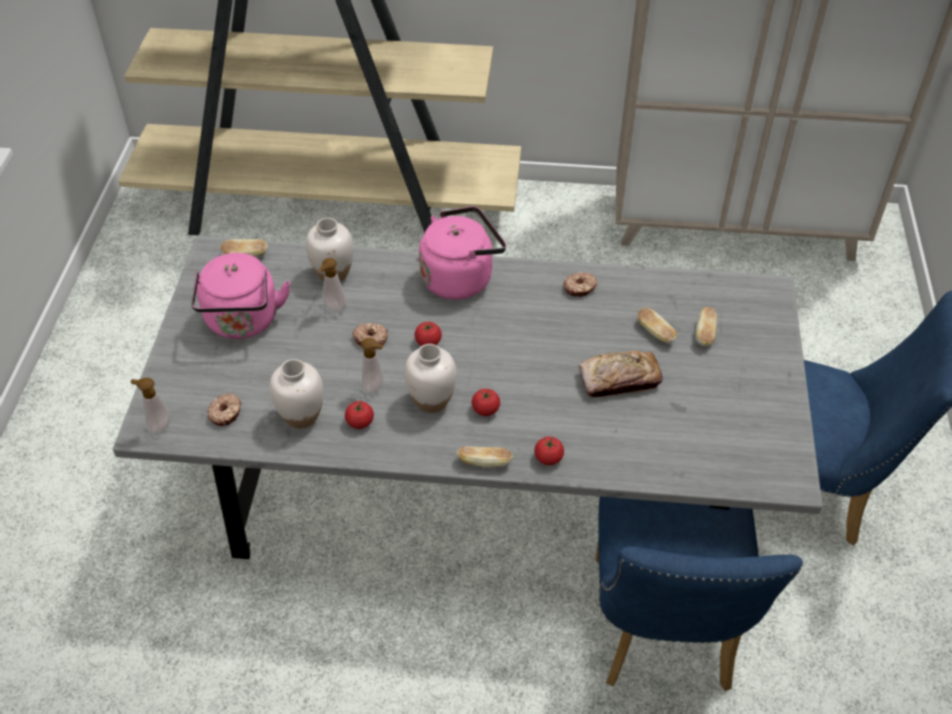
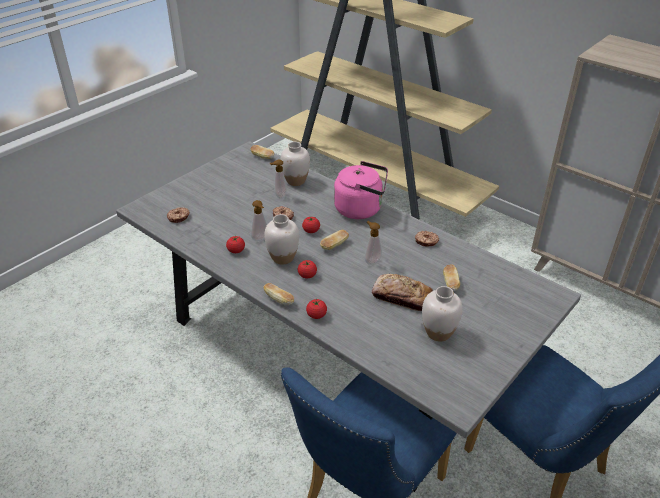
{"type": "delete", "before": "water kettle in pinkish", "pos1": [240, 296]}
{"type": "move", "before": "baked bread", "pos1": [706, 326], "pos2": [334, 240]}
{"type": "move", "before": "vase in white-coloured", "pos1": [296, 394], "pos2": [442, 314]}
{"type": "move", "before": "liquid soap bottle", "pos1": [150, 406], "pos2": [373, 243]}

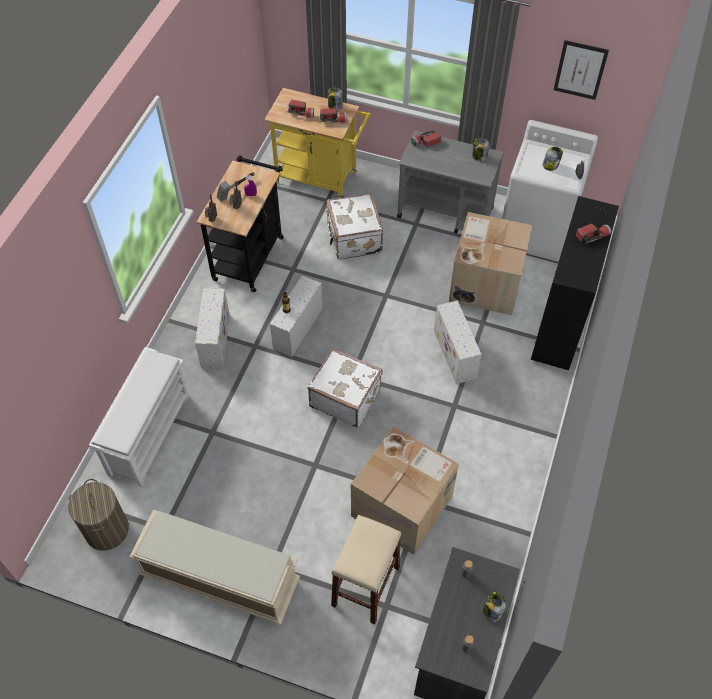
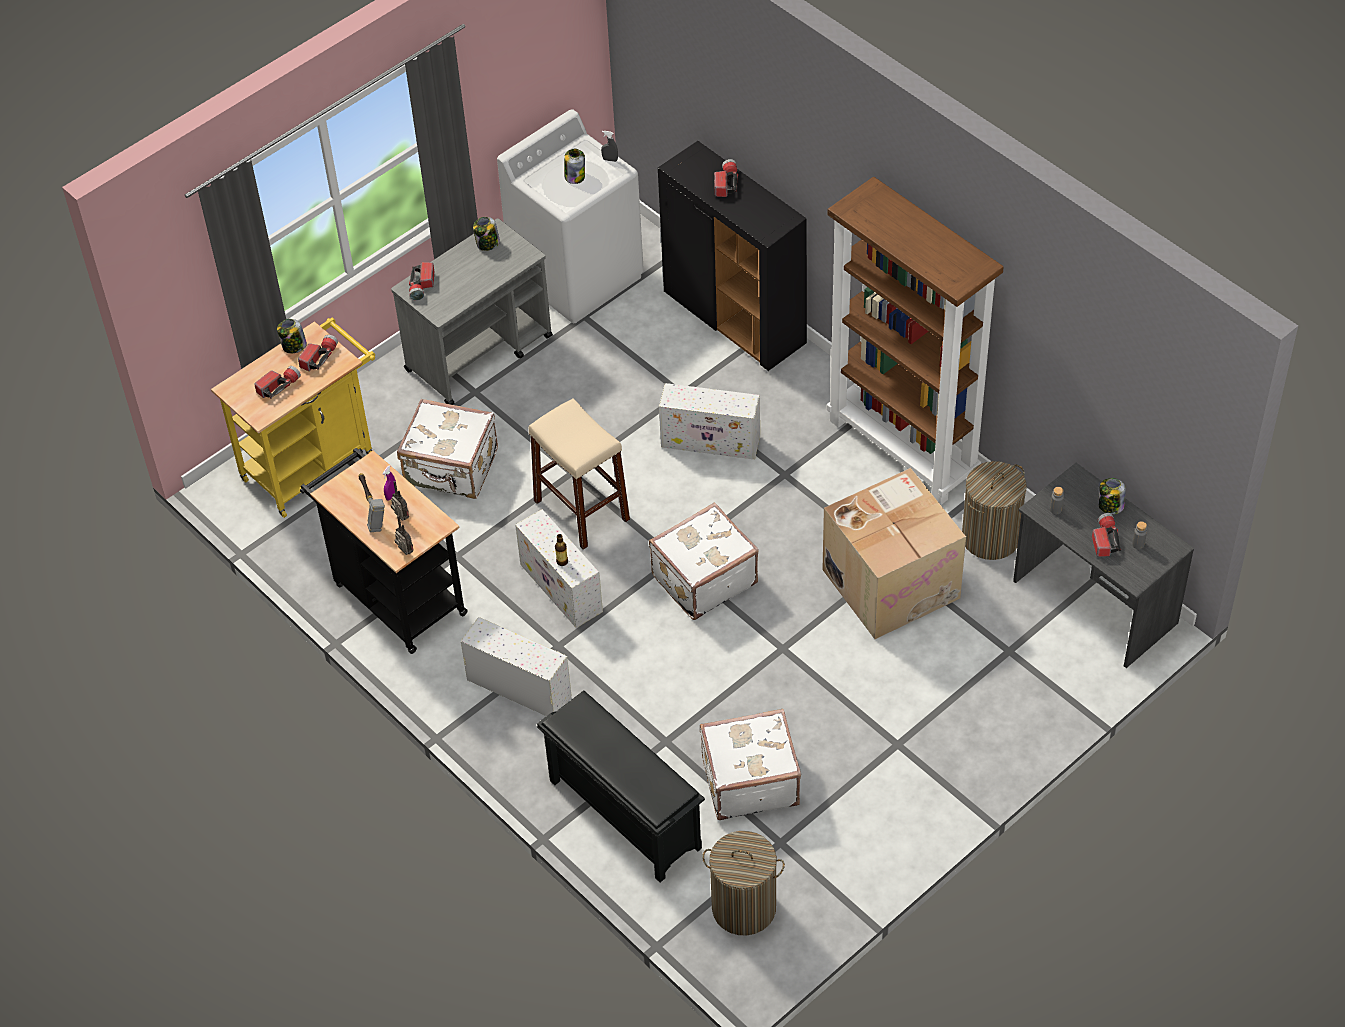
{"type": "delete", "before": "picture", "pos1": [581, 70]}
{"type": "delete", "before": "carton", "pos1": [491, 263]}
{"type": "recolor", "before": "shoe stand in white-coloured", "after": "shoe stand in blackish", "pos1": [139, 417], "pos2": [621, 786]}
{"type": "delete", "before": "long seat in beige-coloured", "pos1": [214, 567]}
{"type": "move", "before": "sitting stool in beige-coloured", "pos1": [366, 569], "pos2": [579, 474]}
{"type": "insert", "after": "bookcase in brownish", "pos2": [915, 341]}
{"type": "insert", "after": "hamper", "pos2": [994, 510]}
{"type": "insert", "after": "torch", "pos2": [1106, 535]}
{"type": "insert", "after": "piece of luggage in white-coloured", "pos2": [750, 764]}

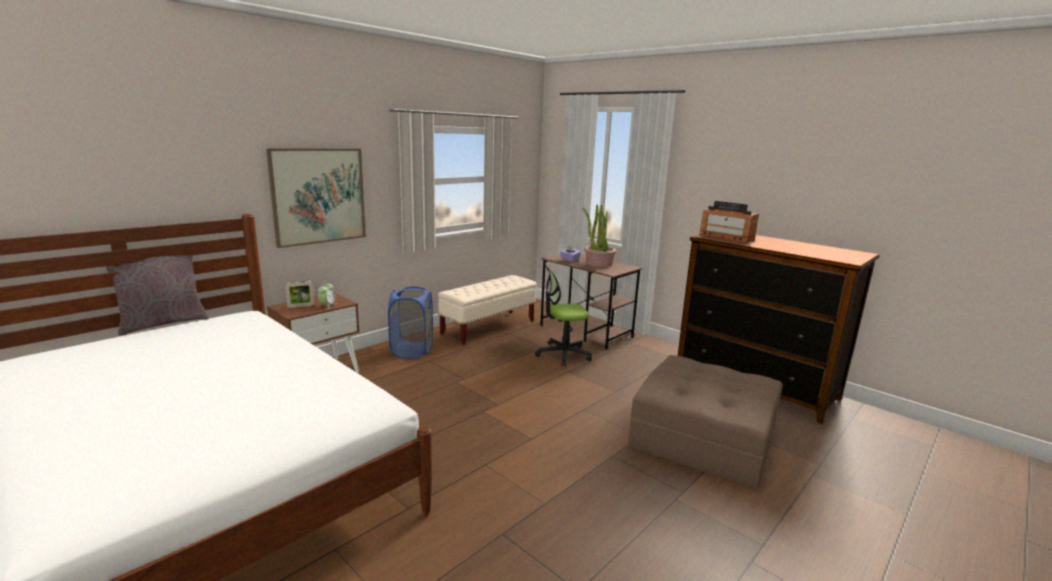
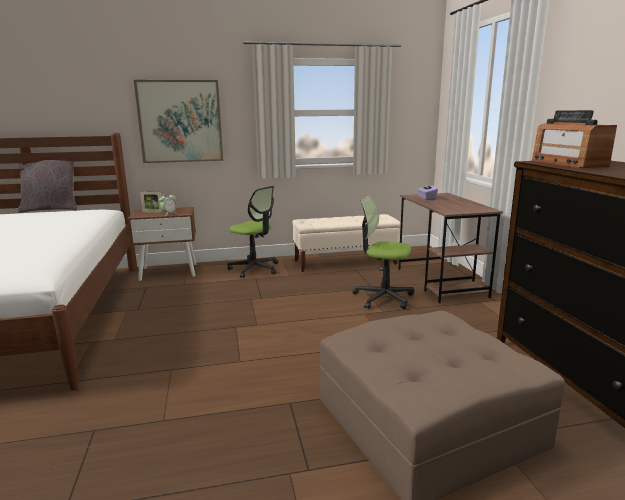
{"type": "delete", "before": "plant in a pot", "pos1": [599, 235]}
{"type": "replace", "before": "hamper in bluish", "after": "office chair", "pos1": [410, 323], "pos2": [252, 232]}

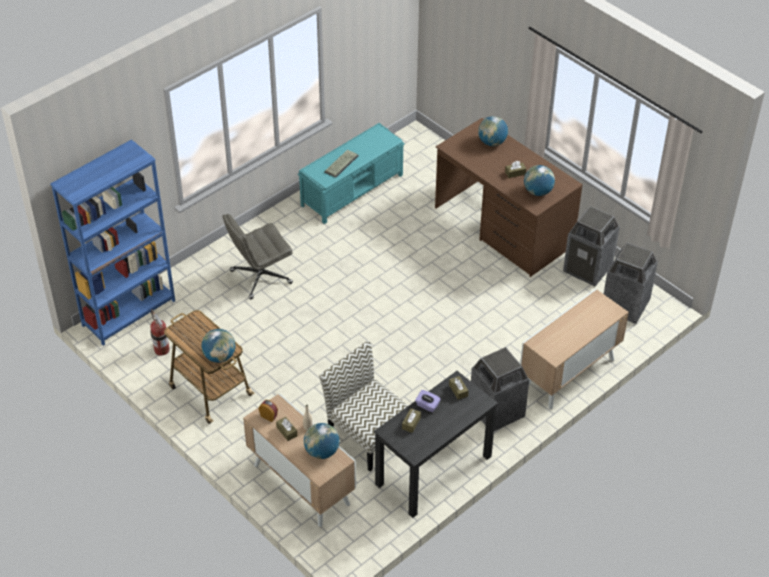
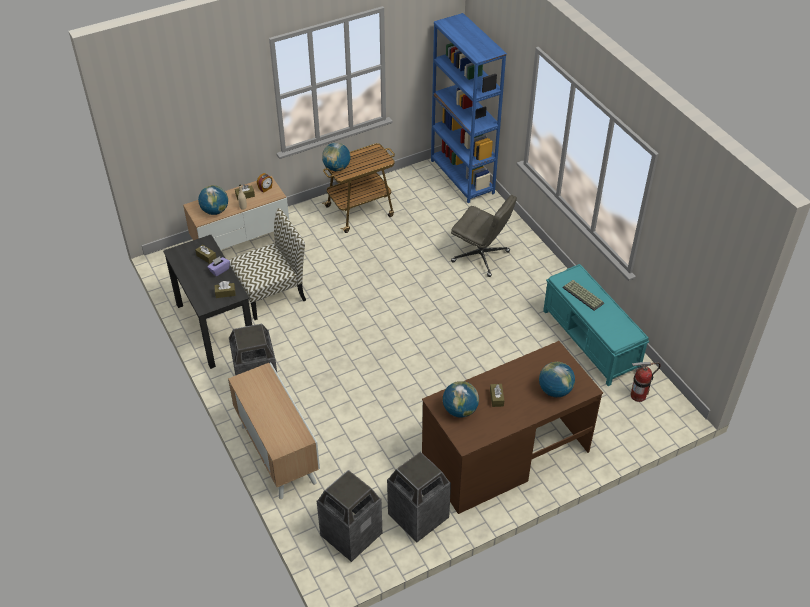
{"type": "rotate", "before": "office chair in gray", "pos1": [257, 256], "pos2": [484, 236], "turn": 135}
{"type": "move", "before": "fire extinguisher", "pos1": [160, 332], "pos2": [646, 382]}

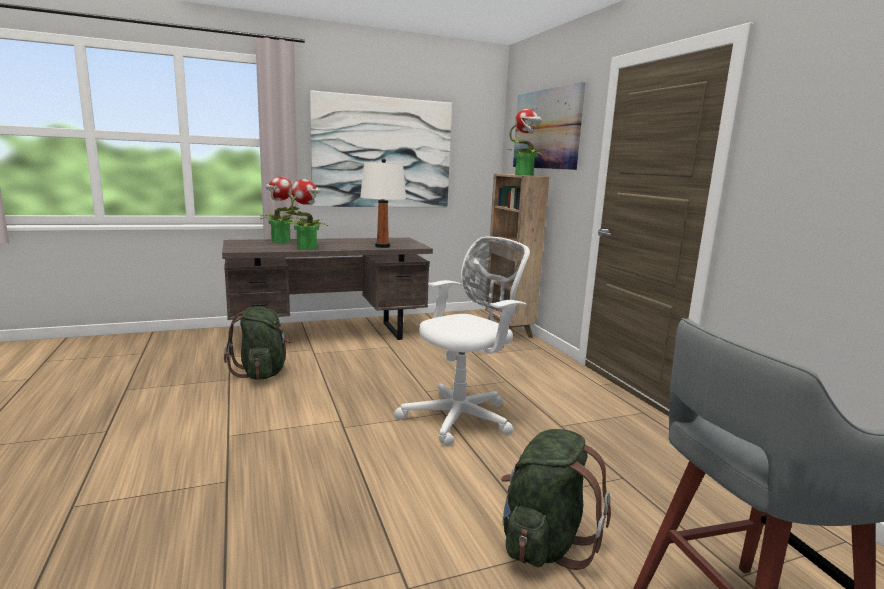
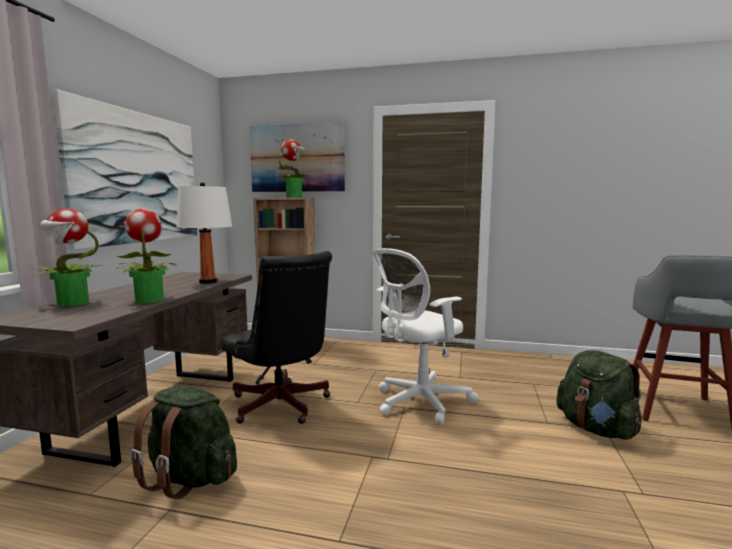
{"type": "rotate", "before": "office chair in white-coloured", "pos1": [462, 341], "pos2": [426, 336], "turn": -120}
{"type": "insert", "after": "office chair in blackish", "pos2": [276, 337]}

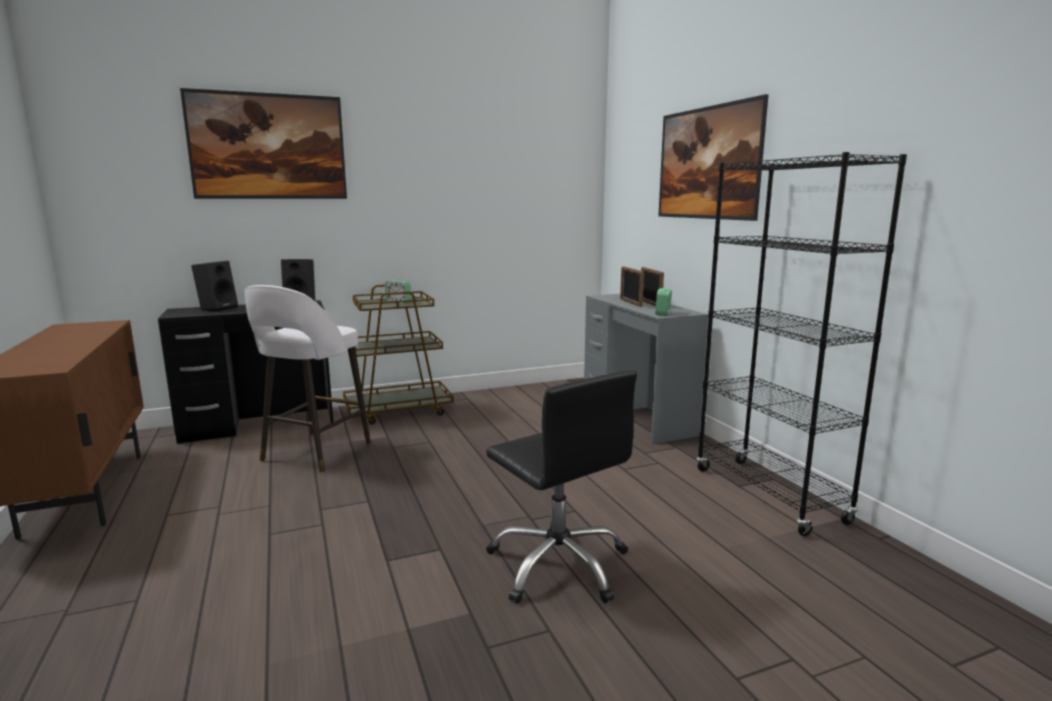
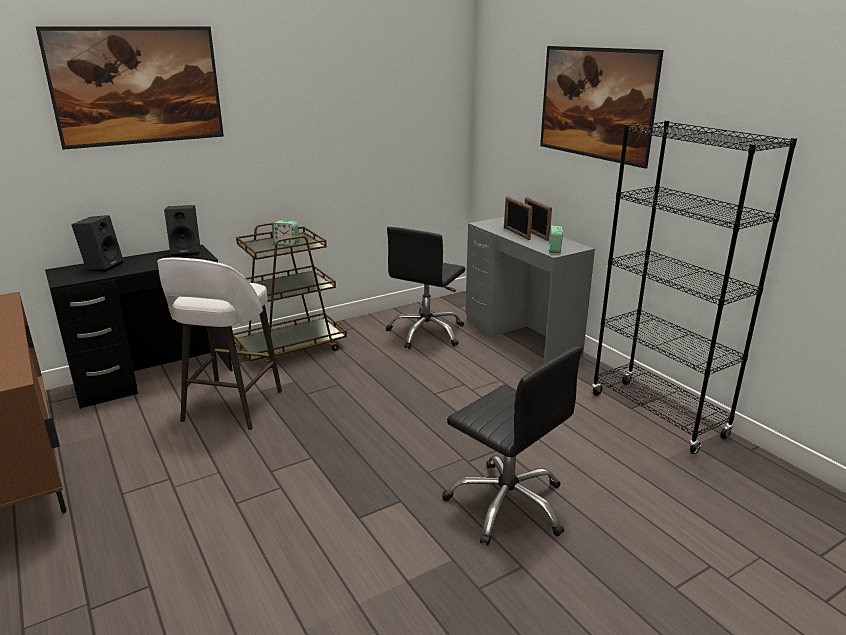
{"type": "insert", "after": "office chair in blackish", "pos2": [425, 288]}

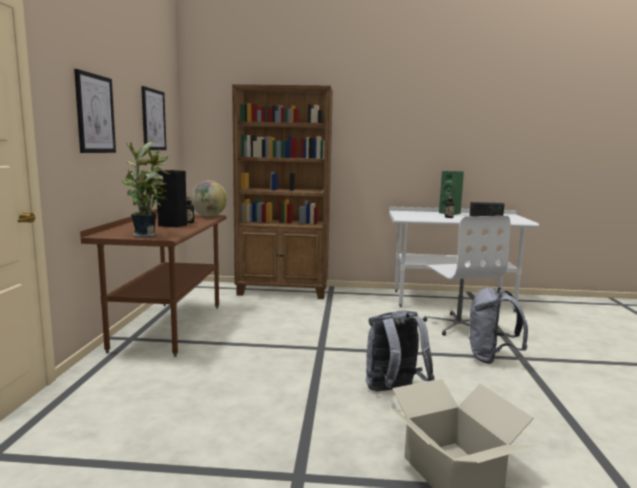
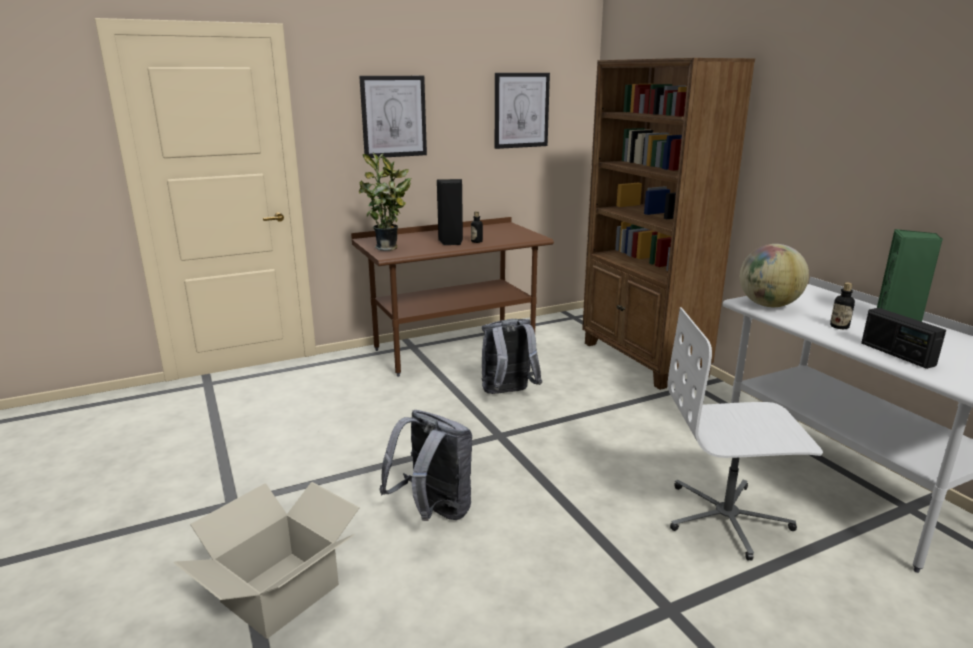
{"type": "move", "before": "world globe", "pos1": [209, 199], "pos2": [774, 275]}
{"type": "rotate", "before": "office chair in white-coloured", "pos1": [467, 276], "pos2": [745, 434], "turn": 45}
{"type": "move", "before": "backpack in gray", "pos1": [498, 325], "pos2": [511, 356]}

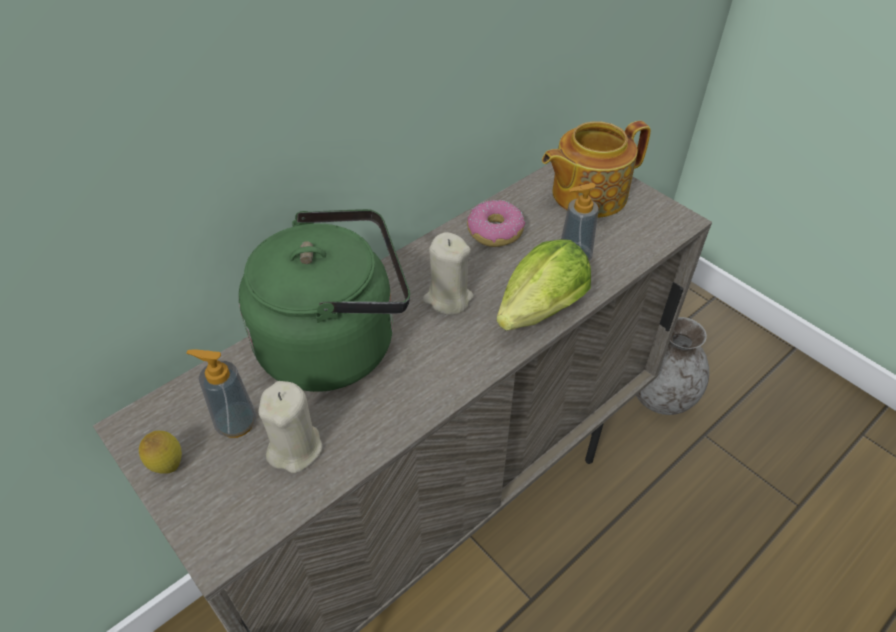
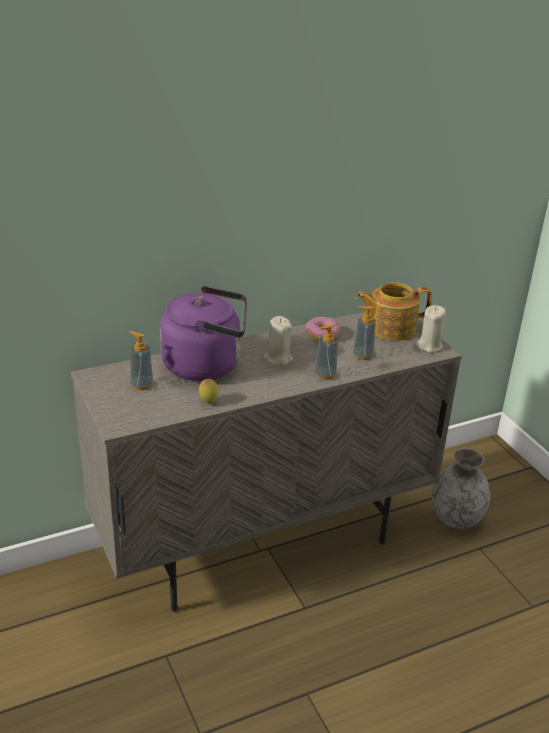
{"type": "recolor", "before": "water kettle in green-coloured", "after": "water kettle in purplish", "pos1": [324, 300], "pos2": [203, 333]}
{"type": "replace", "before": "lettuce head", "after": "liquid soap bottle", "pos1": [543, 285], "pos2": [326, 352]}
{"type": "move", "before": "wax candle in beige-coloured", "pos1": [290, 427], "pos2": [431, 329]}
{"type": "move", "before": "citrus fruit", "pos1": [160, 452], "pos2": [209, 391]}

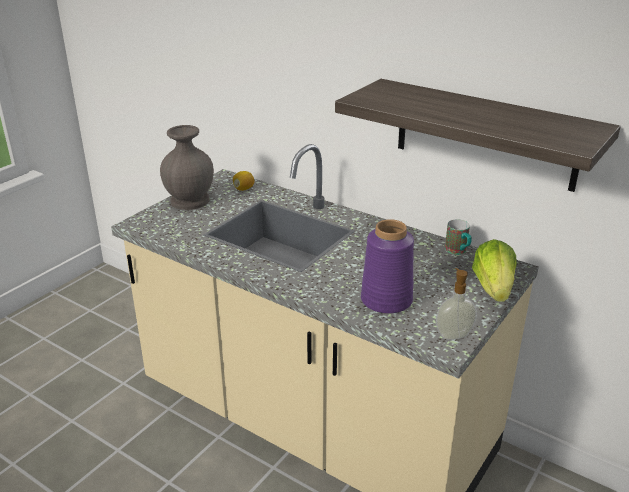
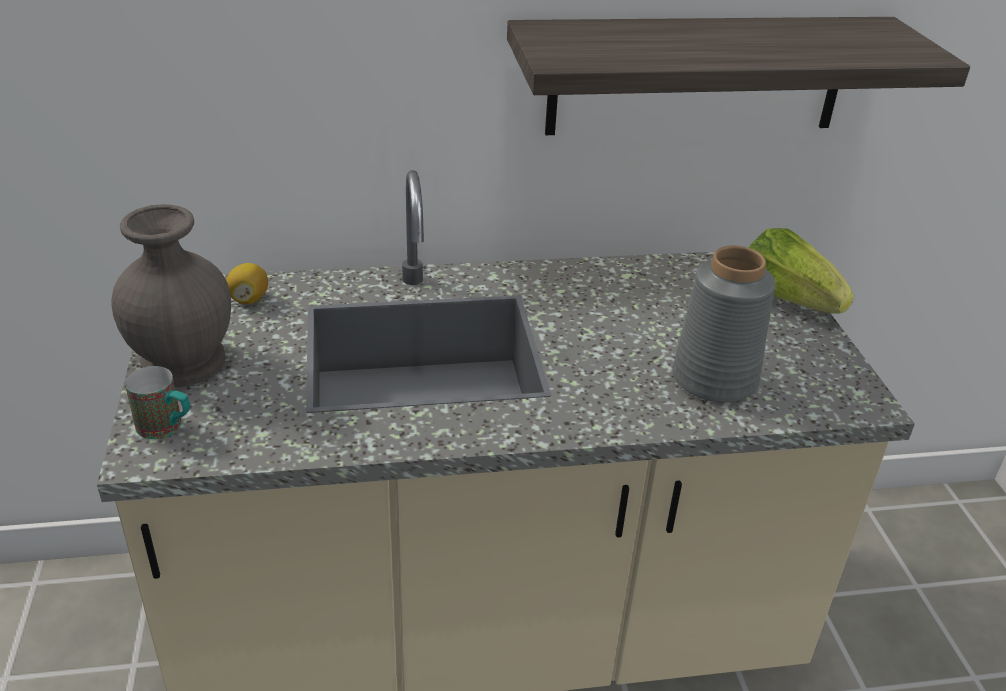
{"type": "recolor", "before": "vase in purplish", "after": "vase in gray", "pos1": [387, 266], "pos2": [723, 323]}
{"type": "move", "before": "tea mug", "pos1": [458, 237], "pos2": [157, 402]}
{"type": "delete", "before": "liquid soap bottle", "pos1": [456, 304]}

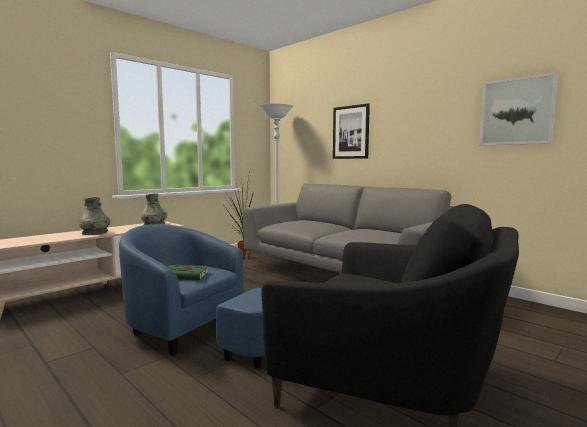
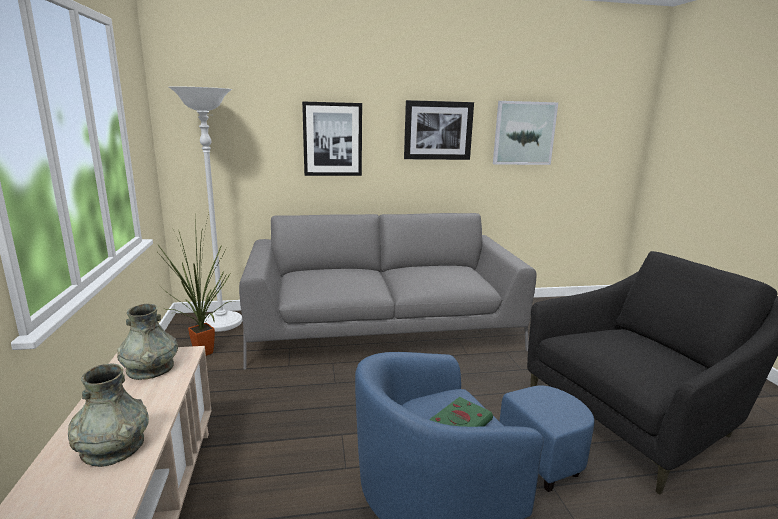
{"type": "insert", "after": "picture", "pos2": [439, 130]}

